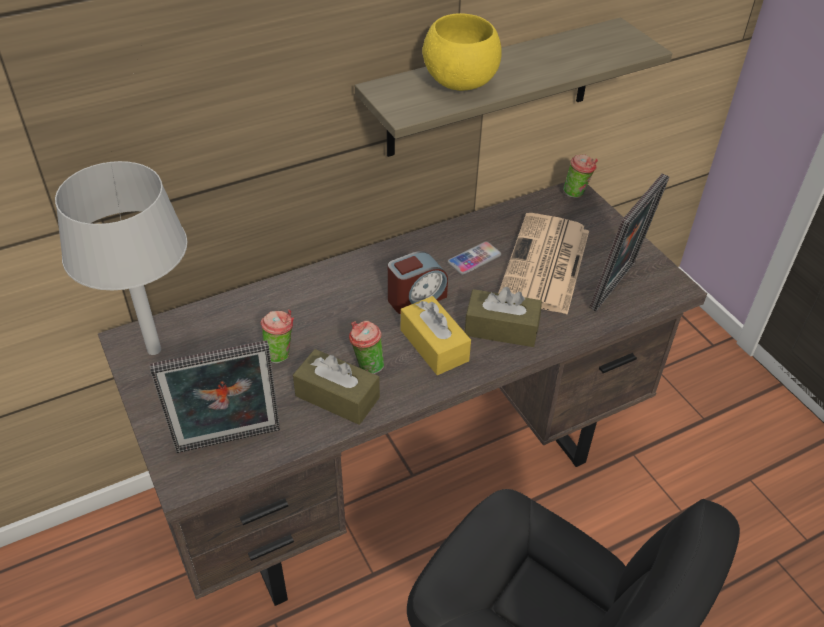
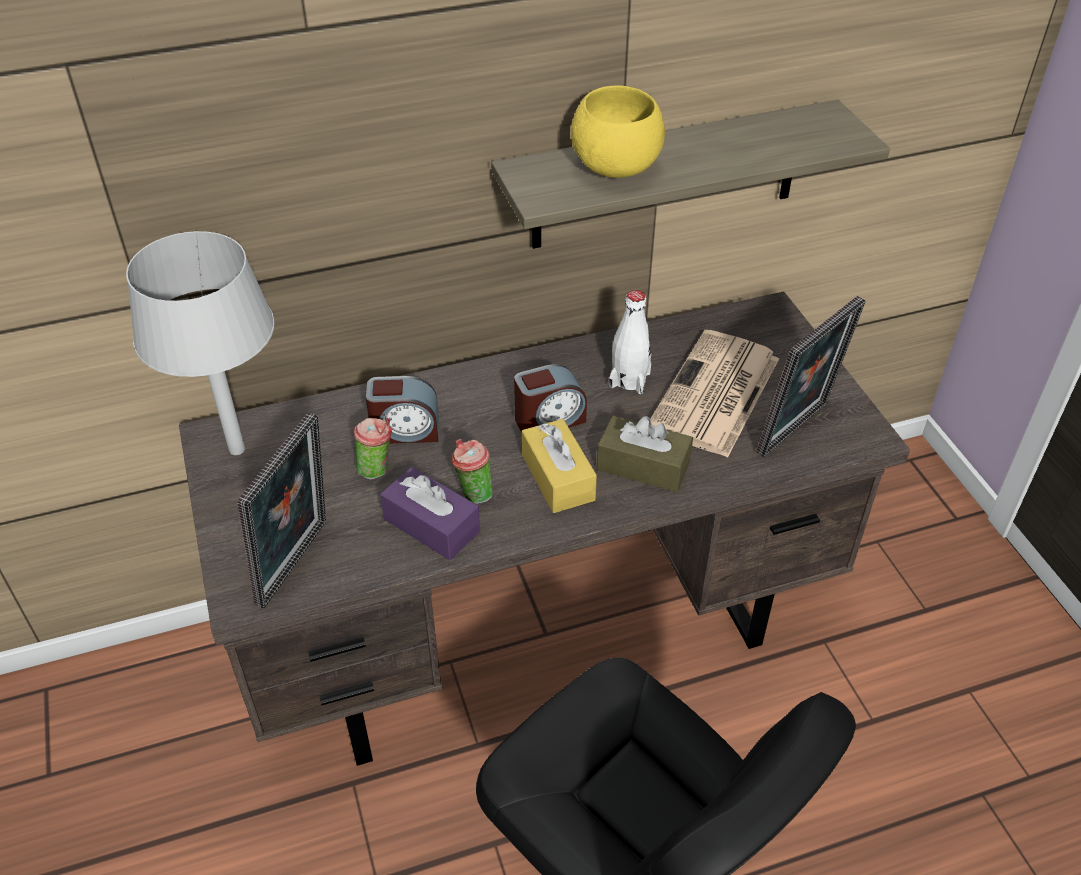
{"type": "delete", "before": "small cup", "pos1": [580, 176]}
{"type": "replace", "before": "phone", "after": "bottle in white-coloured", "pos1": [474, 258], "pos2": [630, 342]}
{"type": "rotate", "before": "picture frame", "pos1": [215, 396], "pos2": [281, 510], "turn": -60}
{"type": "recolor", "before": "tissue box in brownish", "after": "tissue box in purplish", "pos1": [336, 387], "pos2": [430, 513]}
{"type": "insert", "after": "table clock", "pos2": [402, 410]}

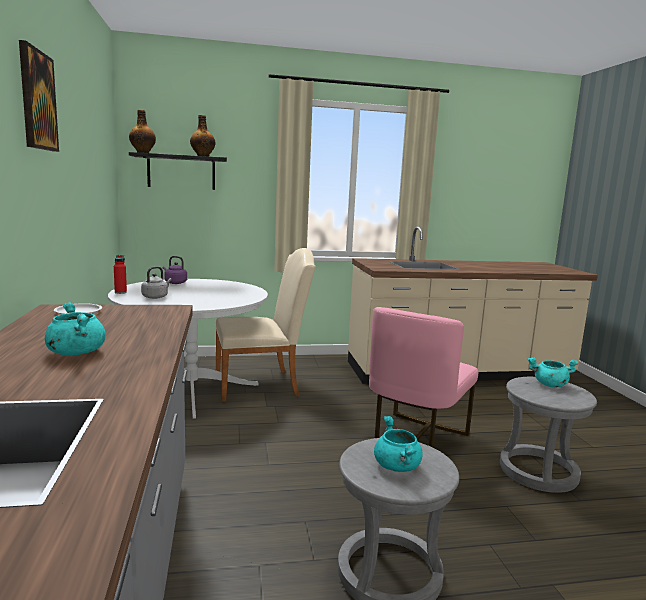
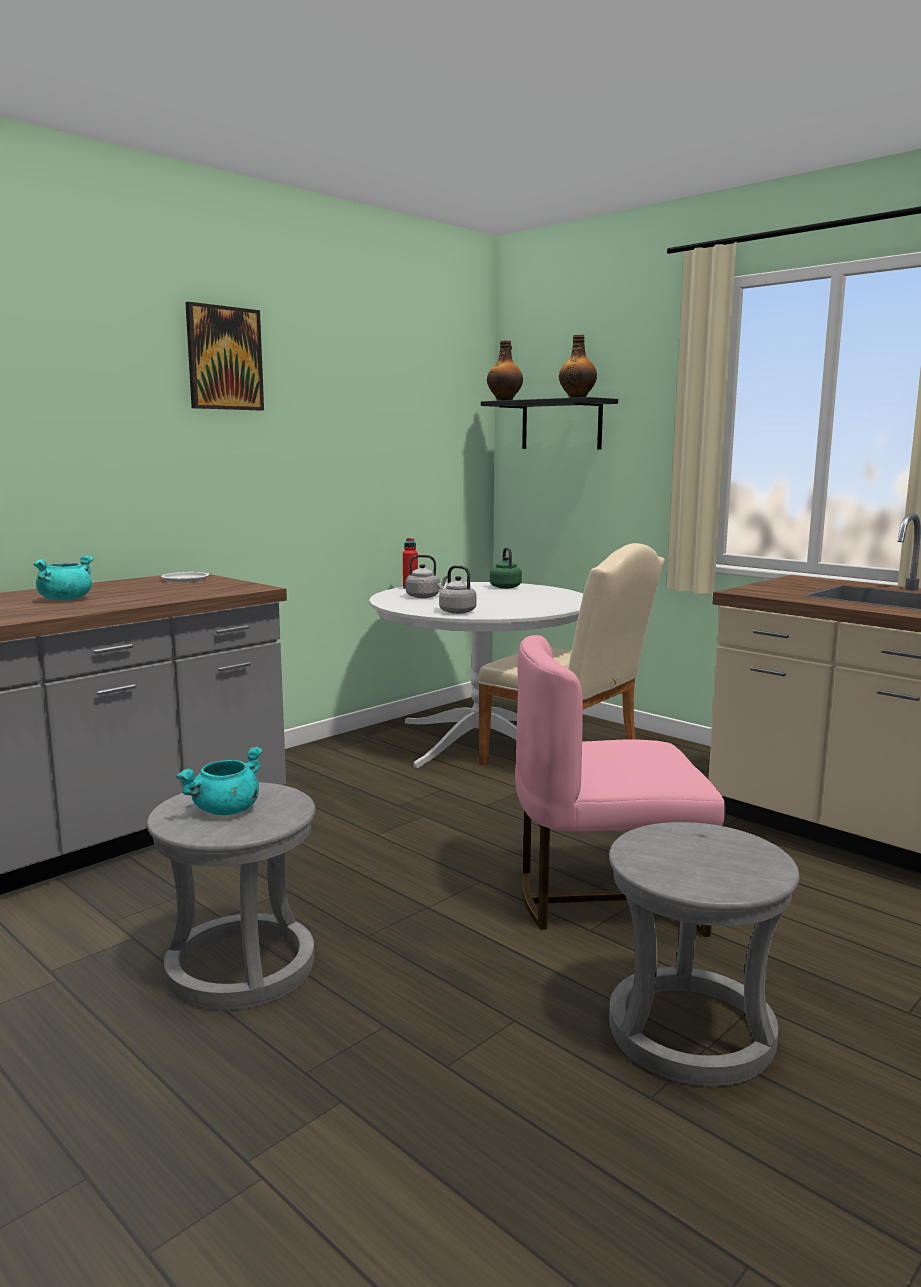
{"type": "recolor", "before": "water kettle in purplish", "after": "water kettle in green-coloured", "pos1": [175, 270], "pos2": [506, 568]}
{"type": "delete", "before": "stockpot in turquoise", "pos1": [552, 372]}
{"type": "insert", "after": "water kettle in gray", "pos2": [457, 589]}

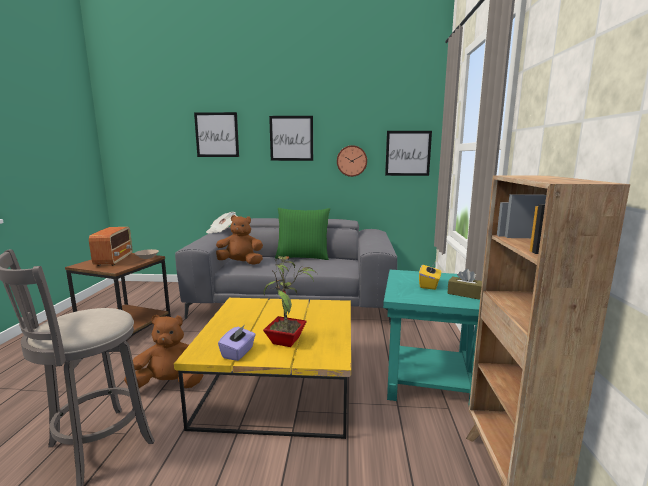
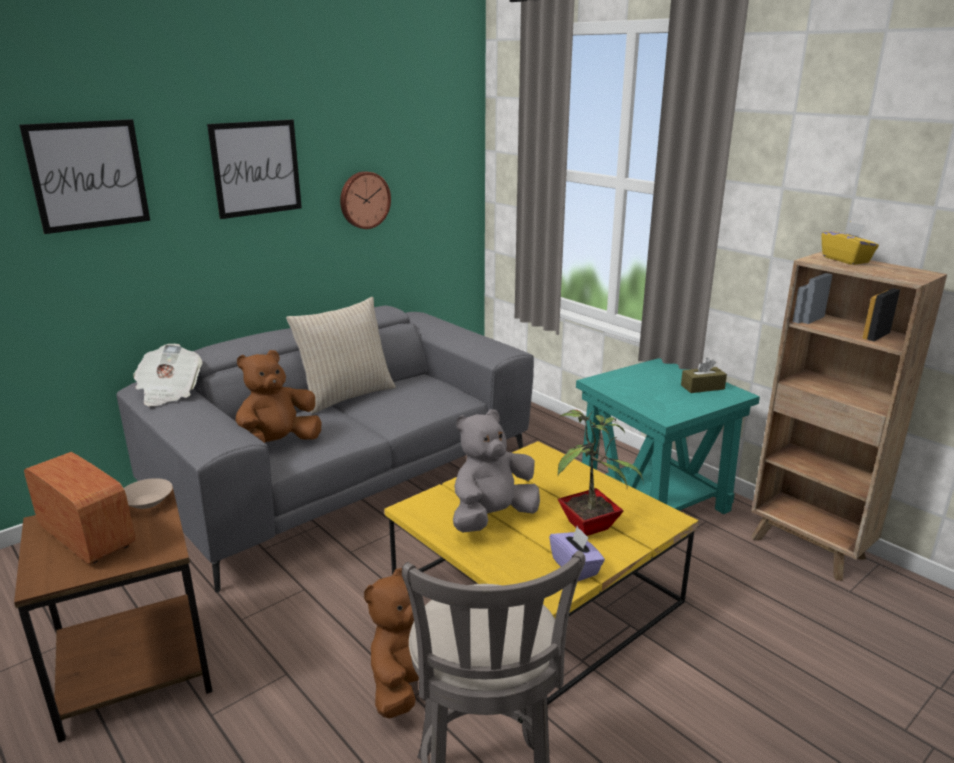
{"type": "delete", "before": "picture", "pos1": [408, 153]}
{"type": "recolor", "before": "cushion in green-coloured", "after": "cushion in beige-coloured", "pos1": [302, 234], "pos2": [341, 355]}
{"type": "move", "before": "tissue box in yellowish", "pos1": [430, 276], "pos2": [850, 243]}
{"type": "insert", "after": "plush toy in gray", "pos2": [496, 471]}

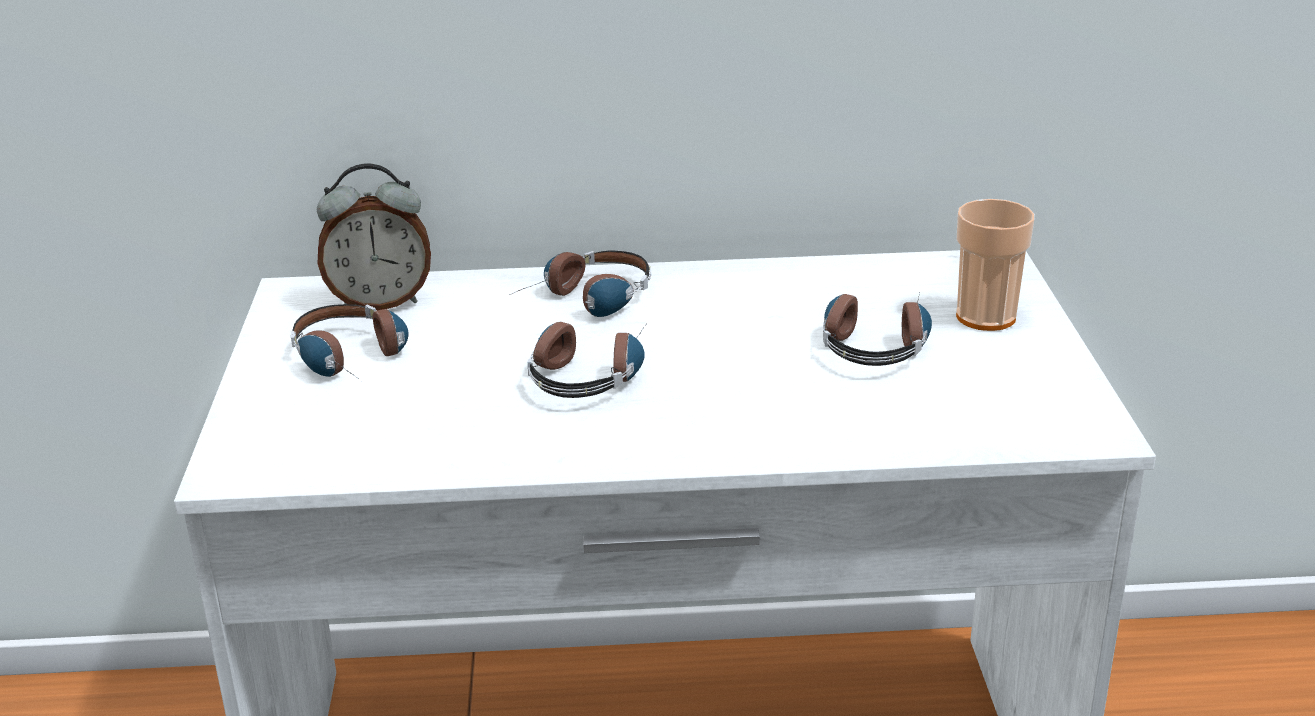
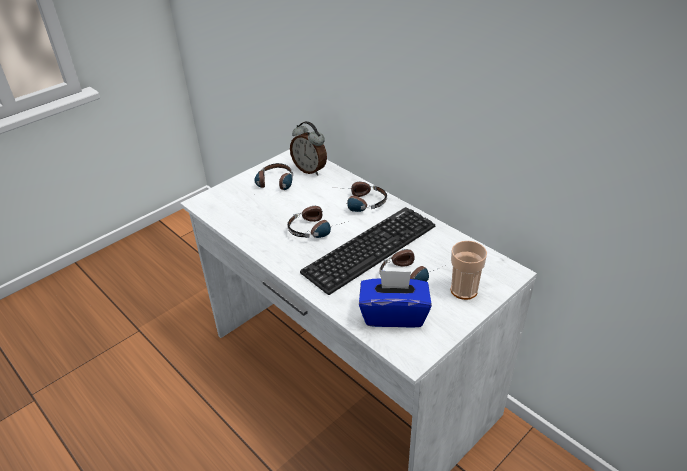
{"type": "insert", "after": "computer keyboard", "pos2": [367, 251]}
{"type": "insert", "after": "tissue box in bluish", "pos2": [395, 299]}

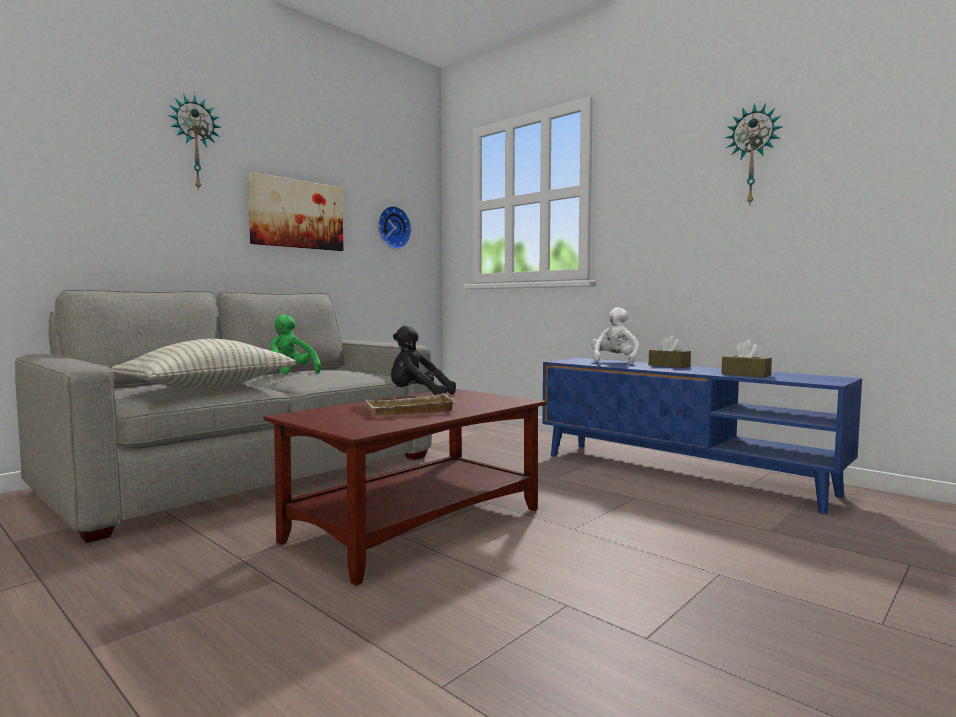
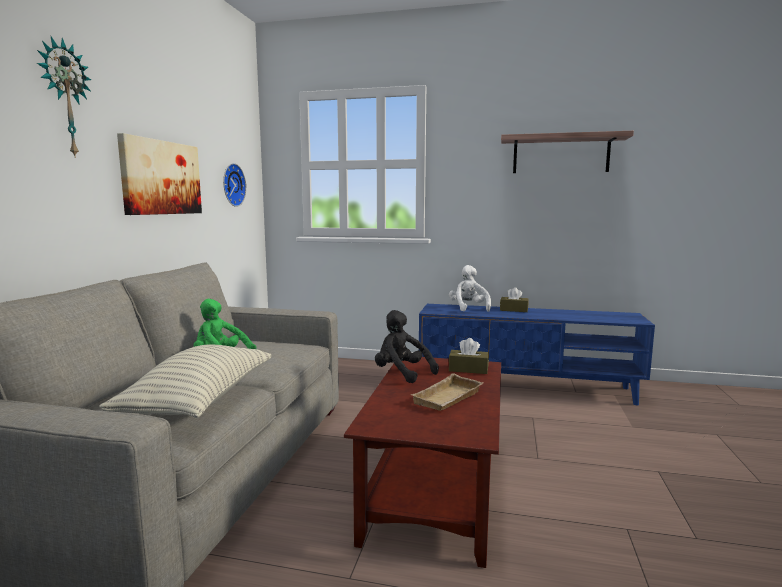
{"type": "replace", "before": "hanging clock", "after": "shelf", "pos1": [754, 153], "pos2": [567, 152]}
{"type": "rotate", "before": "plush toy in blackish", "pos1": [423, 360], "pos2": [407, 346], "turn": 60}
{"type": "move", "before": "tissue box in brownish", "pos1": [746, 359], "pos2": [469, 356]}

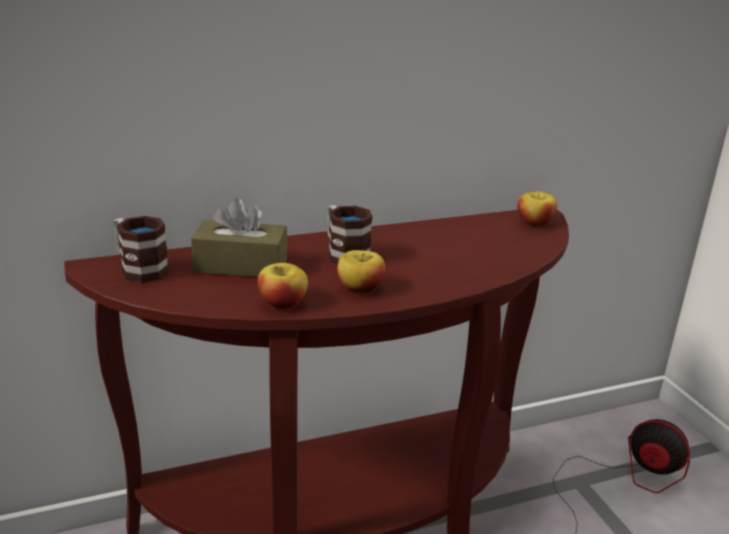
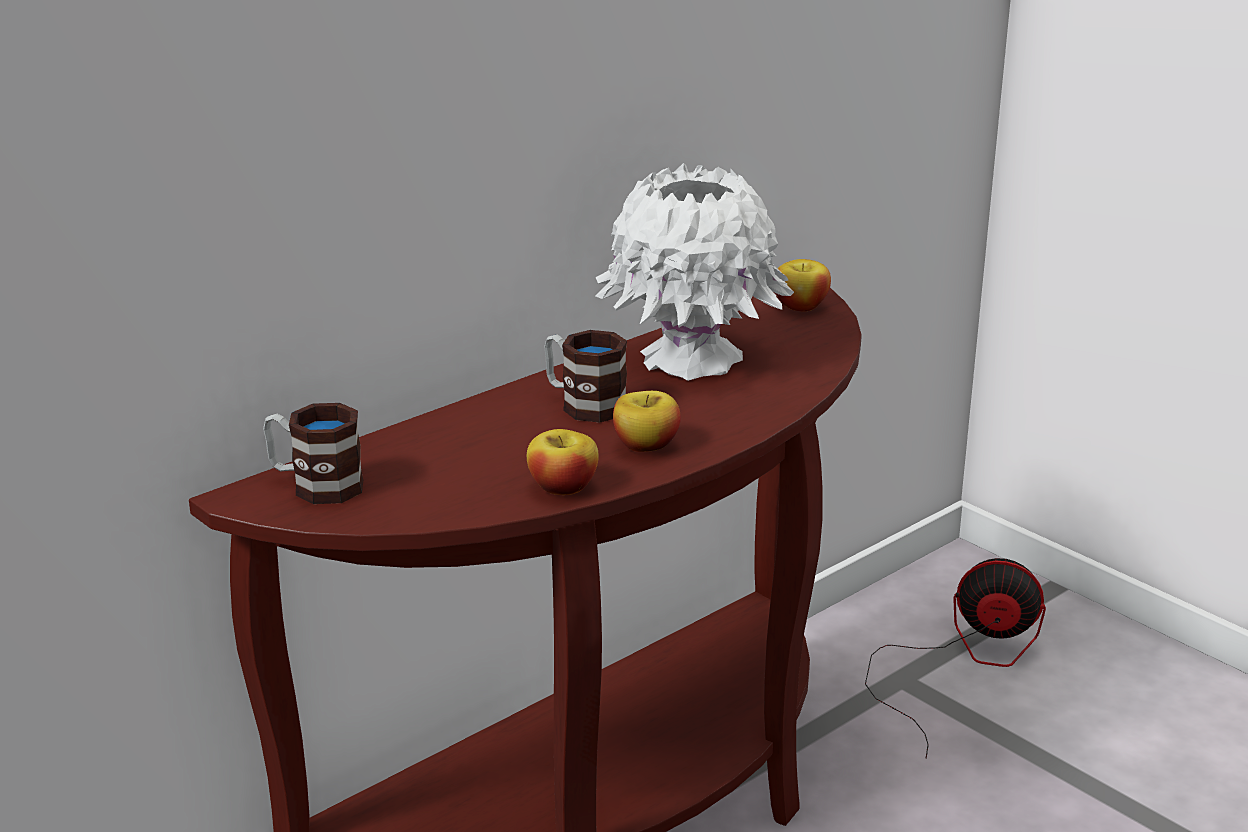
{"type": "delete", "before": "tissue box in brownish", "pos1": [239, 237]}
{"type": "insert", "after": "vase in white-coloured", "pos2": [694, 272]}

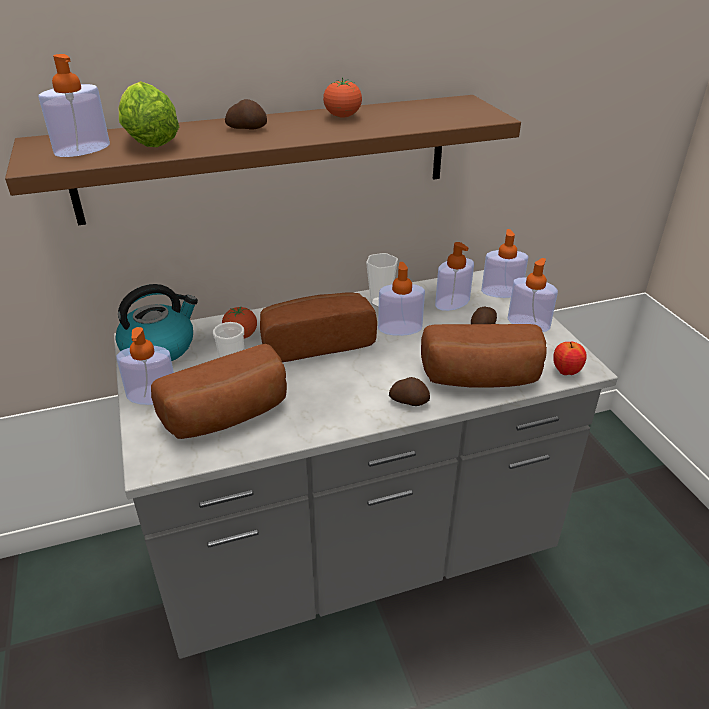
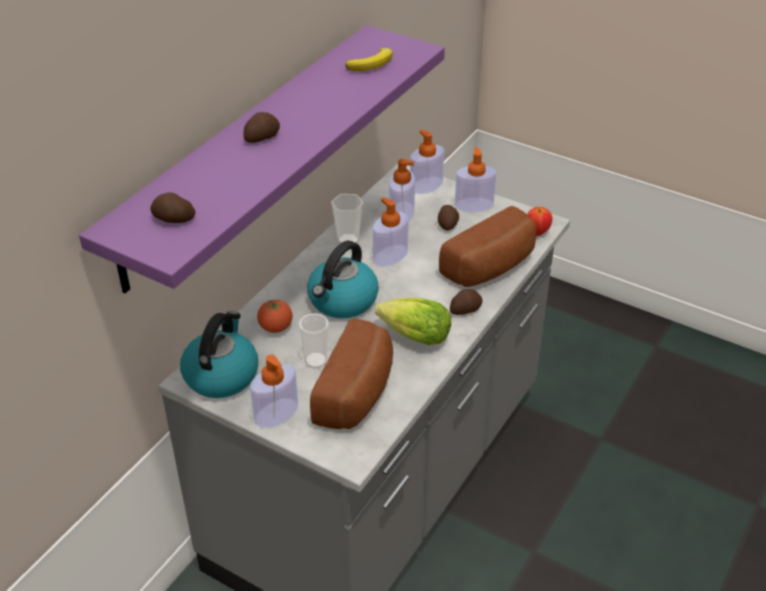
{"type": "replace", "before": "liquid soap bottle", "after": "spud", "pos1": [74, 105], "pos2": [172, 207]}
{"type": "delete", "before": "fresh tomato", "pos1": [342, 97]}
{"type": "move", "before": "lettuce head", "pos1": [149, 114], "pos2": [413, 321]}
{"type": "recolor", "before": "shelf in brownish", "after": "shelf in purplish", "pos1": [263, 160], "pos2": [262, 159]}
{"type": "replace", "before": "baked bread", "after": "water kettle", "pos1": [318, 327], "pos2": [343, 279]}
{"type": "insert", "after": "banana", "pos2": [369, 60]}

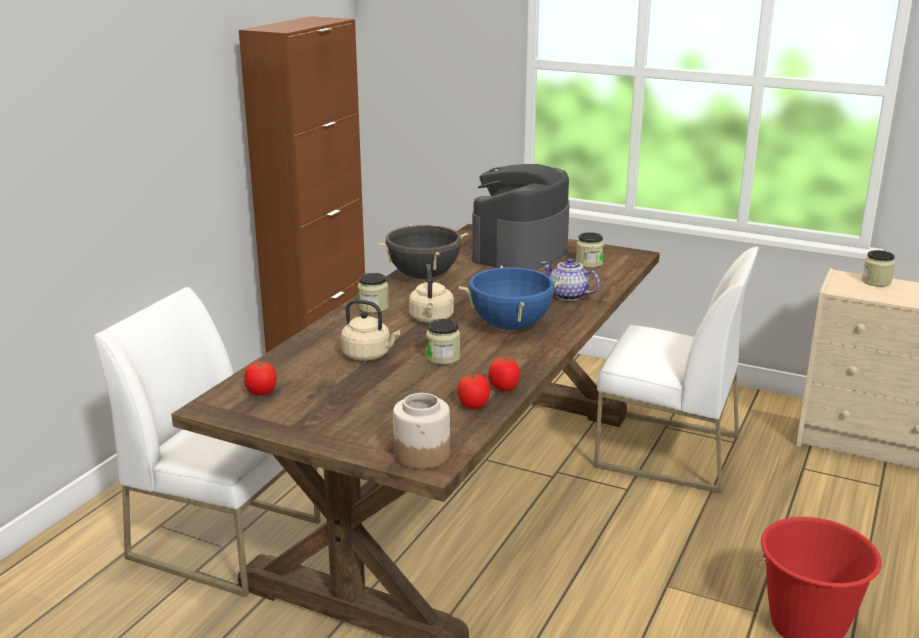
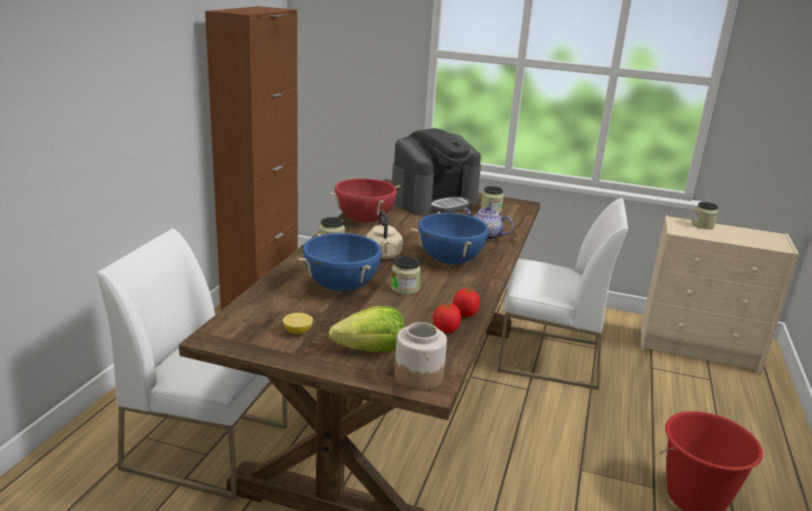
{"type": "rotate", "before": "coffee machine", "pos1": [520, 217], "pos2": [436, 171], "turn": -150}
{"type": "recolor", "before": "stockpot in blackish", "after": "stockpot in red-coloured", "pos1": [423, 251], "pos2": [365, 200]}
{"type": "replace", "before": "water kettle in beige-coloured", "after": "stockpot in bluish", "pos1": [370, 330], "pos2": [341, 262]}
{"type": "delete", "before": "fresh tomato", "pos1": [260, 378]}
{"type": "insert", "after": "lettuce head", "pos2": [366, 329]}
{"type": "insert", "after": "citrus fruit", "pos2": [298, 324]}

